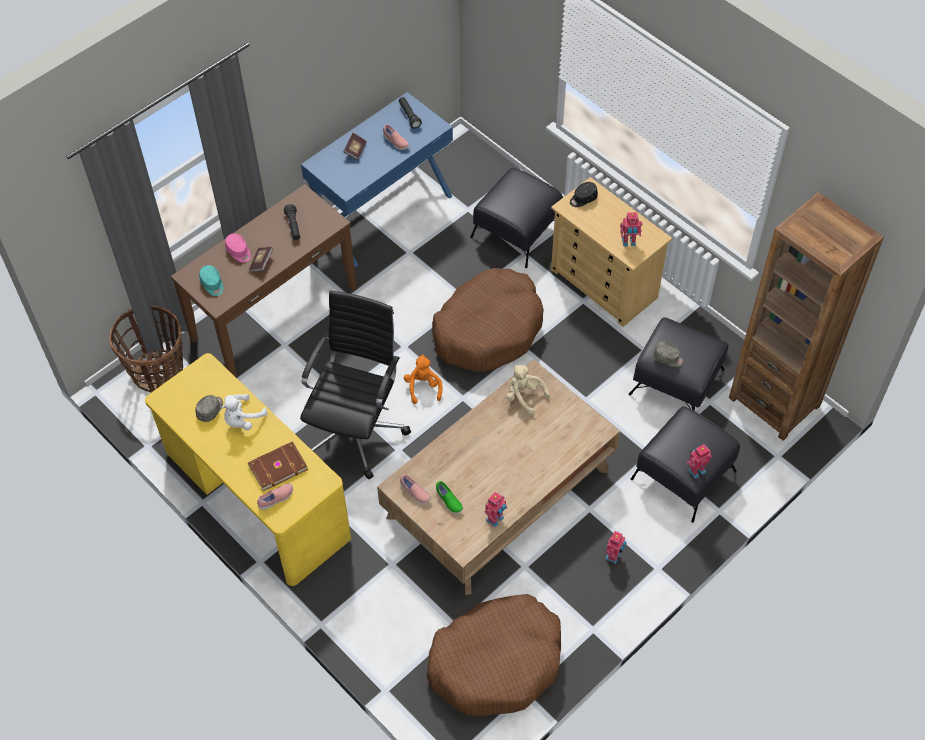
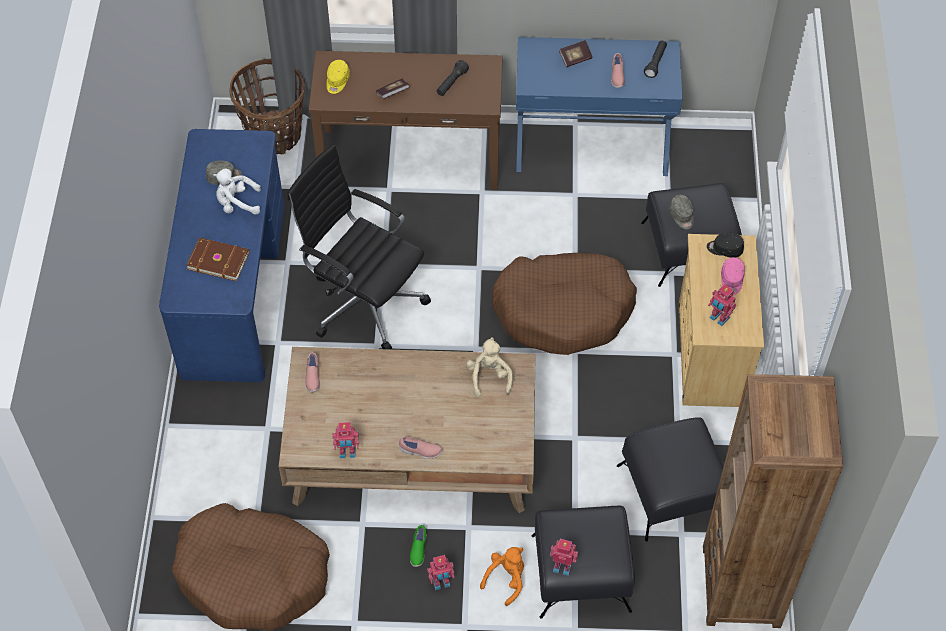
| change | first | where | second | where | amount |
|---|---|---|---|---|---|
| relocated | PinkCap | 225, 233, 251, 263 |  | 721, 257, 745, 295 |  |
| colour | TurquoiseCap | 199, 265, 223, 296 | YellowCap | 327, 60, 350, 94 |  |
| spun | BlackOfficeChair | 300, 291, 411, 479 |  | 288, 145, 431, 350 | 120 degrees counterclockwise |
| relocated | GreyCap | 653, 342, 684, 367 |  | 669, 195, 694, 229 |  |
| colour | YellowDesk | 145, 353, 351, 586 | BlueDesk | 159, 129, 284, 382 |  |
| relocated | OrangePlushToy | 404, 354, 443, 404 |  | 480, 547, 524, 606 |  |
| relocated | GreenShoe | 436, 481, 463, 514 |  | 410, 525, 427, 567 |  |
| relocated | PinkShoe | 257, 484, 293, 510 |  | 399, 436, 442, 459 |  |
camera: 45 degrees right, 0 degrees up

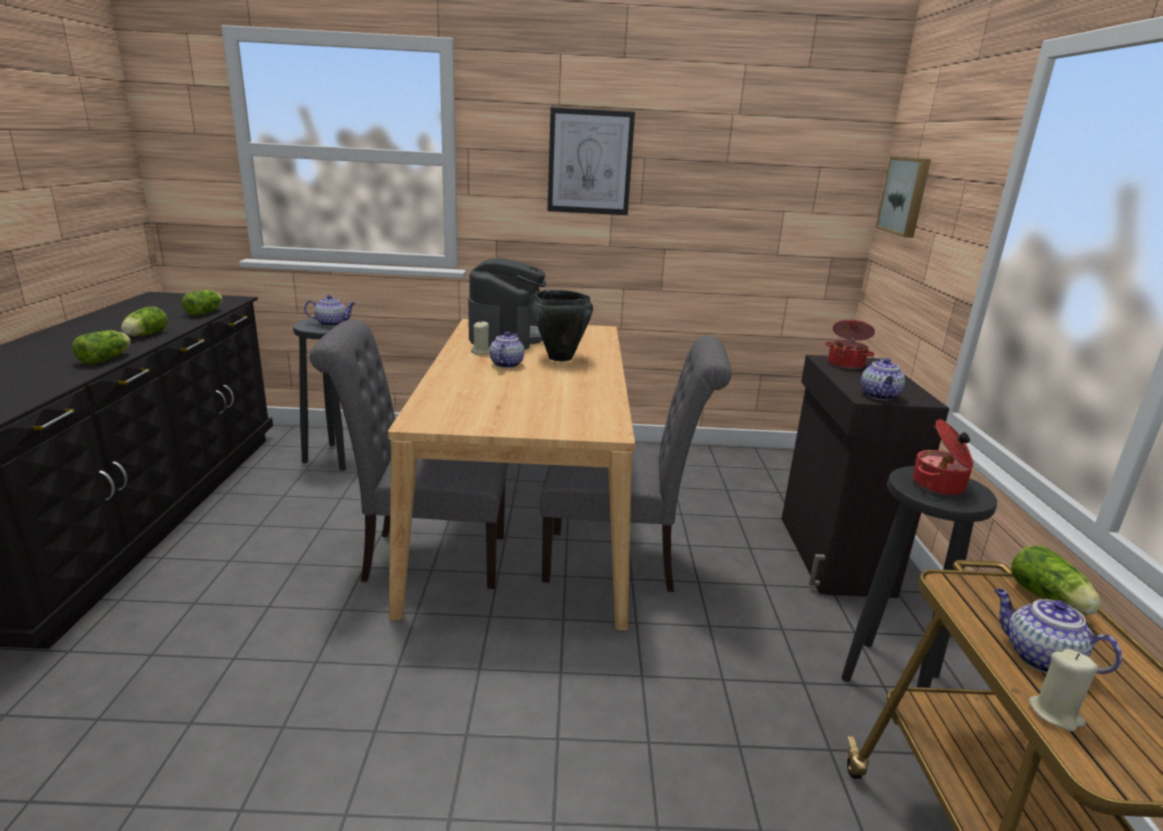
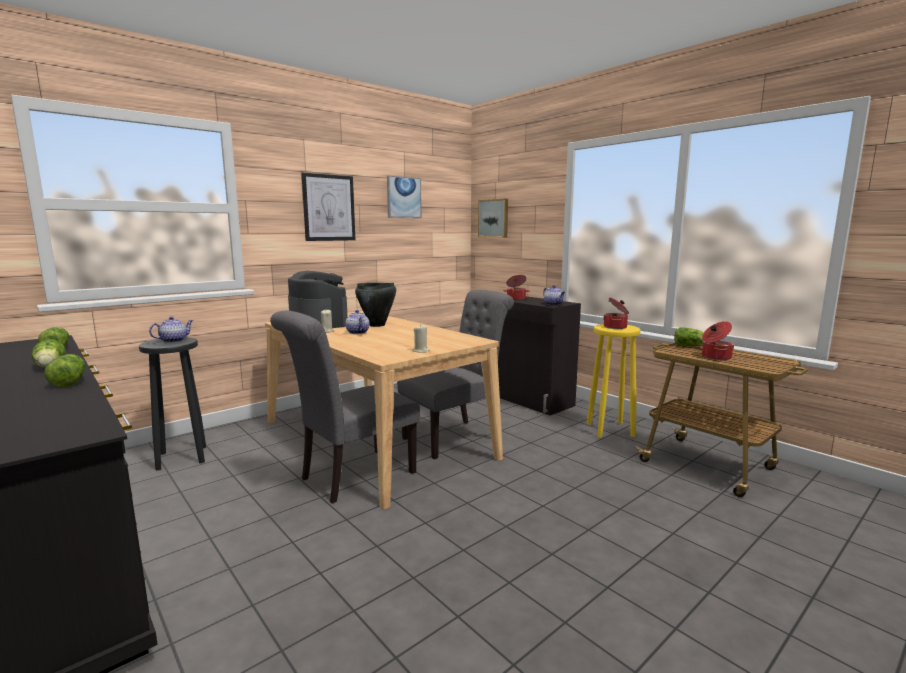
| change | first | where | second | where | amount |
|---|---|---|---|---|---|
| colour | BlackStool | 841, 466, 997, 706 | YellowStool | 587, 324, 640, 438 |  |
| exchanged | Teapot | 994, 589, 1122, 674 | CookingPot | 702, 321, 734, 360 |  |
| relocated | BeigeCandle | 1029, 649, 1098, 732 |  | 413, 324, 430, 353 |  |
| appeared |  |  | Picture | 387, 176, 422, 218 |  |
camera: 40 degrees left, 10 degrees down

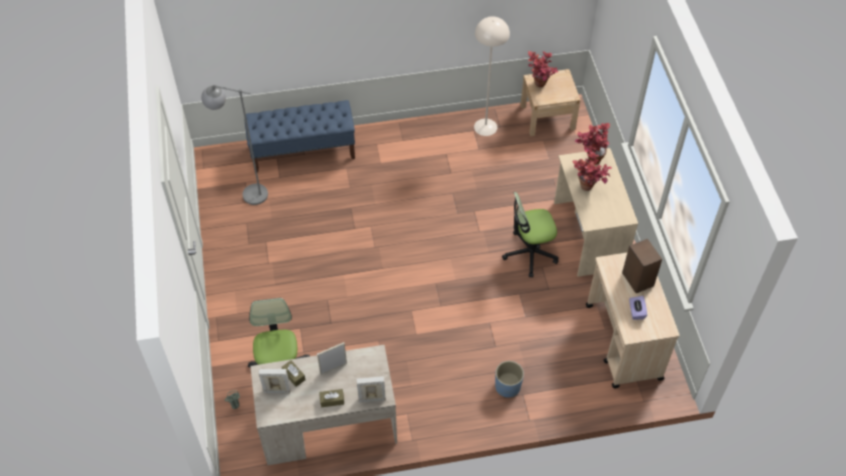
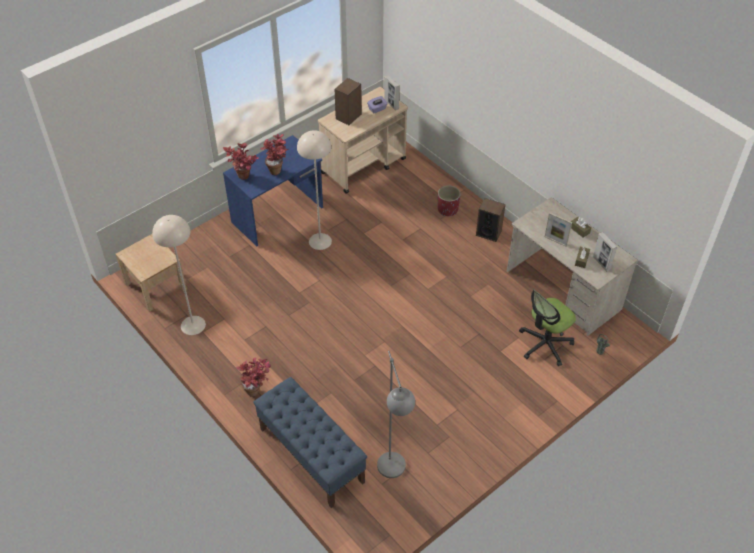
| change | first | where | second | where | amount |
|---|---|---|---|---|---|
| relocated | PottedPlant | 528, 51, 558, 87 |  | 236, 358, 271, 397 |  |
| colour | BeigeDesk | 554, 148, 638, 277 | BlueDesk | 223, 135, 323, 246 |  |
| exchanged | OfficeChair | 502, 192, 559, 278 | BeigeFloorLamp | 297, 130, 332, 250 |  |
| colour | BluePlanter | 495, 361, 524, 398 | RedPlanter | 438, 185, 461, 216 |  |
| relocated | PictureFrame | 357, 376, 386, 403 |  | 384, 75, 400, 110 |  |
| appeared |  |  | Speaker | 476, 198, 506, 242 |  |
camera: 120 degrees left, 5 degrees down

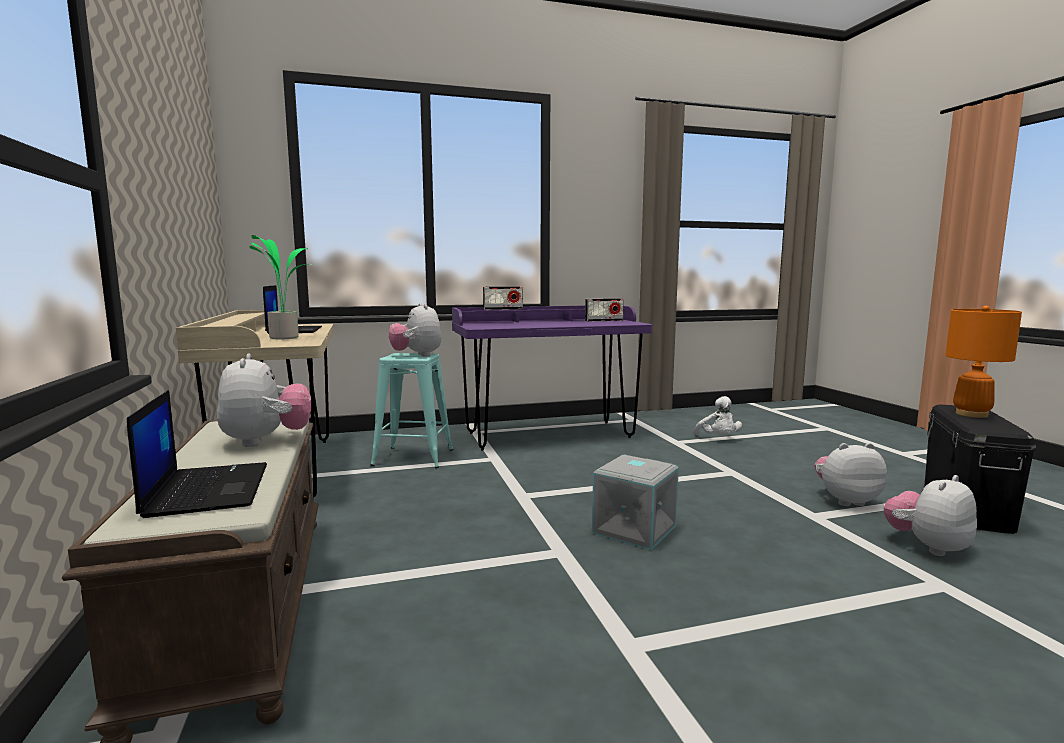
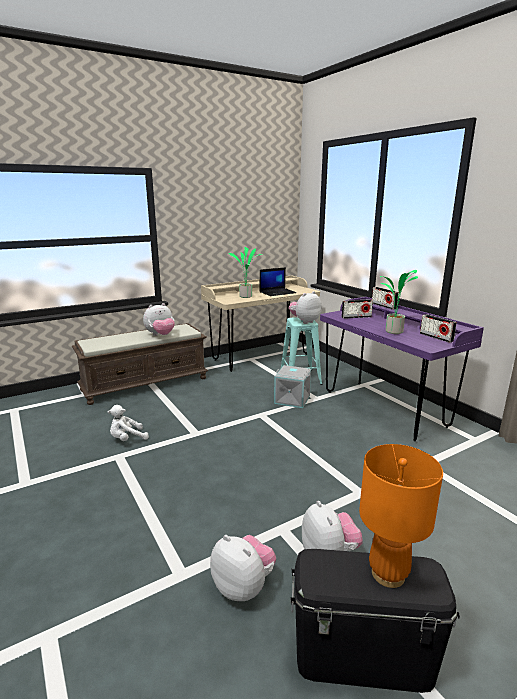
| change | first | where | second | where | amount |
|---|---|---|---|---|---|
| missing | Laptop | 127, 390, 267, 518 |  |  |  |
| relocated | WhitePlushToy | 694, 396, 742, 435 |  | 108, 405, 149, 441 |  |
| relocated | GreyStorageBox | 592, 455, 679, 550 |  | 274, 365, 311, 408 |  |
| appeared |  |  | PottedPlant | 380, 270, 418, 334 |  |
| appeared |  |  | Radio | 342, 299, 373, 319 |  |
camera: 75 degrees right, 10 degrees up

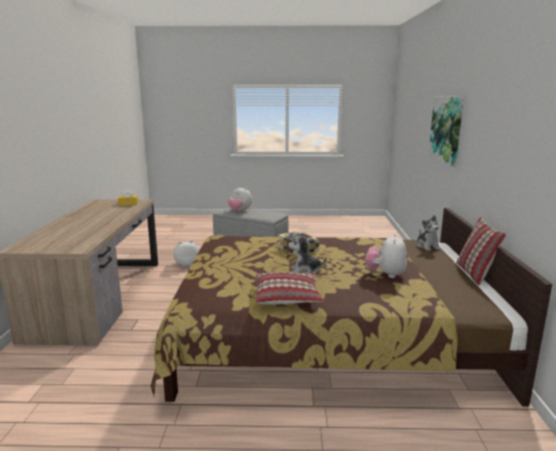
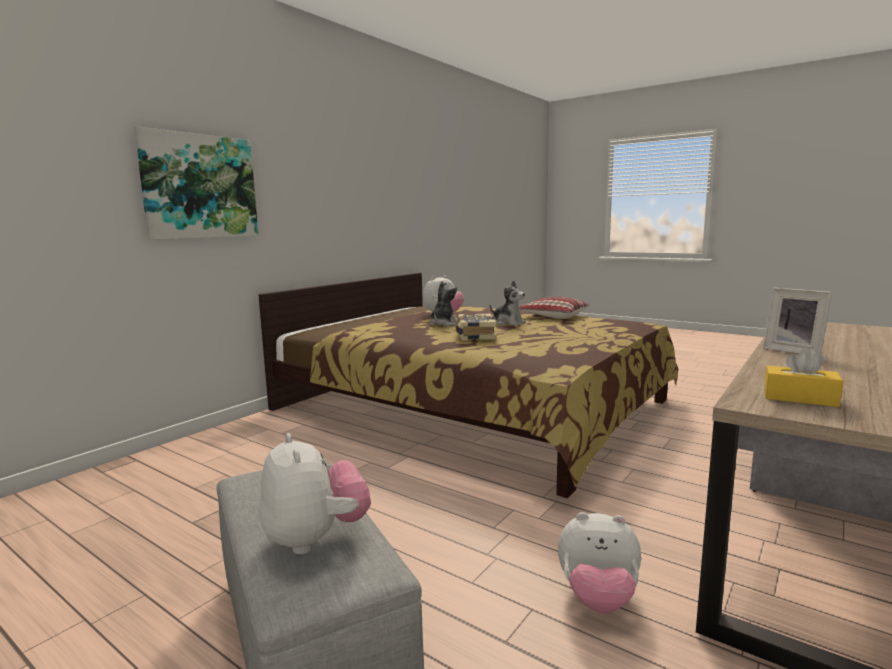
| change | first | where | second | where | amount |
|---|---|---|---|---|---|
| relocated | PlushToy | 416, 215, 441, 251 |  | 430, 281, 457, 326 |  |
| missing | Pillow | 456, 217, 506, 285 |  |  |  |
| appeared |  |  | PictureFrame | 763, 288, 832, 354 |  |
camera: 145 degrees left, 5 degrees down

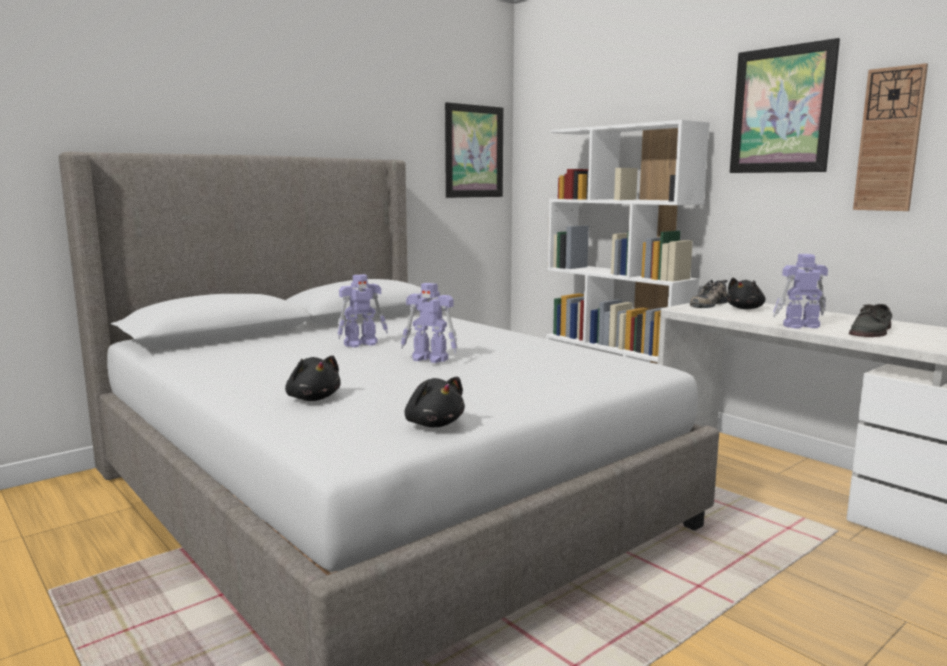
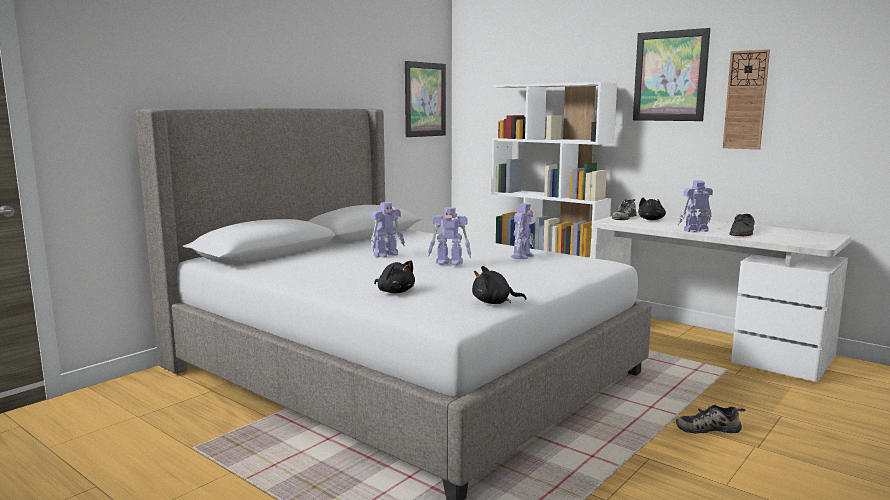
| change | first | where | second | where | amount |
|---|---|---|---|---|---|
| spun | BlackPlushToy | 405, 377, 465, 427 |  | 472, 266, 526, 304 | 135 degrees clockwise |
| appeared |  |  | ToyRobot | 511, 203, 534, 259 |  |
| appeared |  |  | Shoe | 676, 404, 745, 433 |  |
camera: 10 degrees left, 0 degrees up

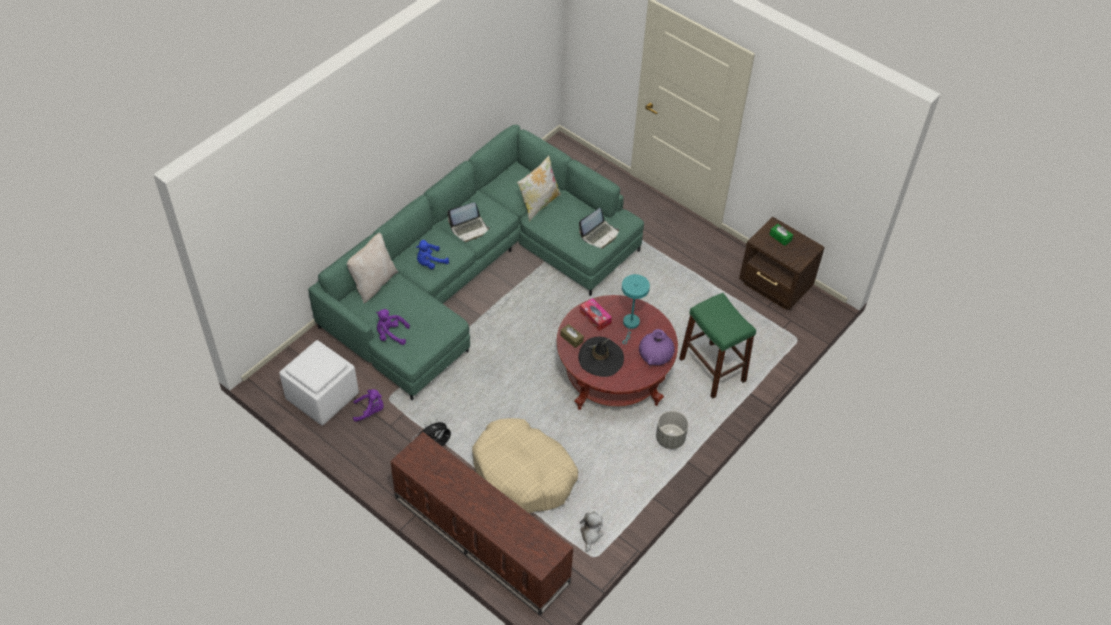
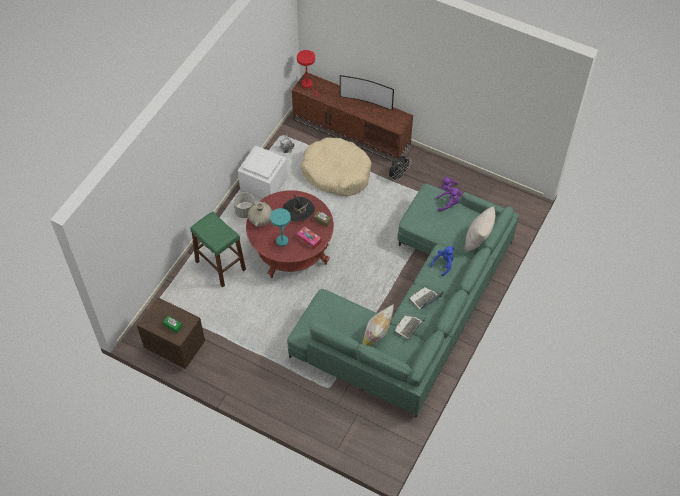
| change | first | where | second | where | amount |
|---|---|---|---|---|---|
| relocated | Laptop | 579, 208, 619, 249 |  | 395, 315, 426, 339 |  |
| colour | PurpleVase | 639, 329, 675, 365 | BeigeVase | 248, 202, 273, 227 |  |
| relocated | WhiteOttoman | 279, 340, 359, 425 |  | 238, 146, 288, 198 |  |
| appeared |  |  | RedTableLamp | 297, 50, 319, 96 |  |
| appeared |  |  | Television | 340, 75, 394, 111 |  |
camera: 170 degrees right, 5 degrees up

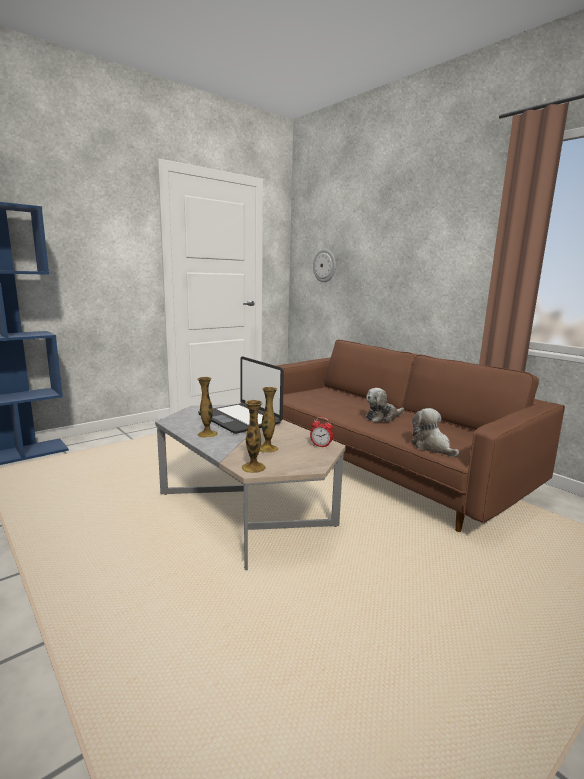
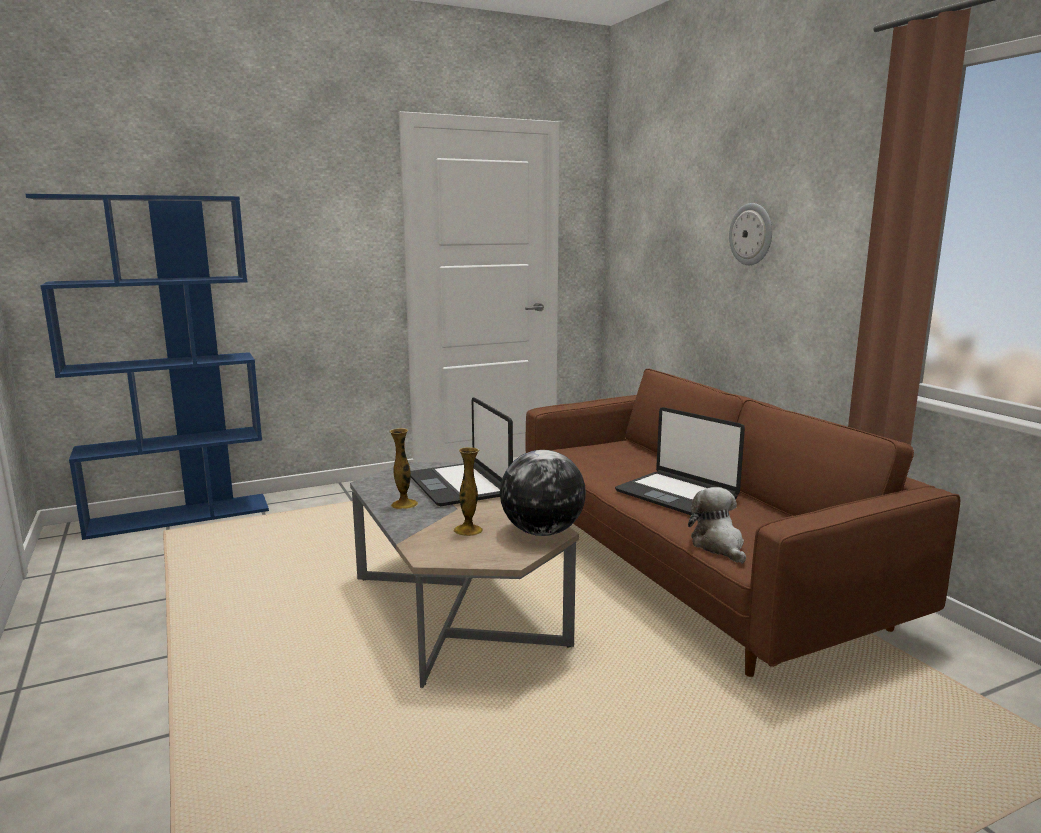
| change | first | where | second | where | amount |
|---|---|---|---|---|---|
| relocated | WallClock | 313, 249, 336, 282 |  | 729, 203, 772, 265 |  |
| exchanged | PlushToy | 366, 388, 404, 422 | Laptop | 615, 407, 745, 515 |  |
| missing | Vase | 242, 400, 266, 473 |  |  |  |
| exchanged | AlarmClock | 310, 417, 333, 448 | Globe | 500, 450, 586, 536 |  |
camera: 15 degrees right, 0 degrees up

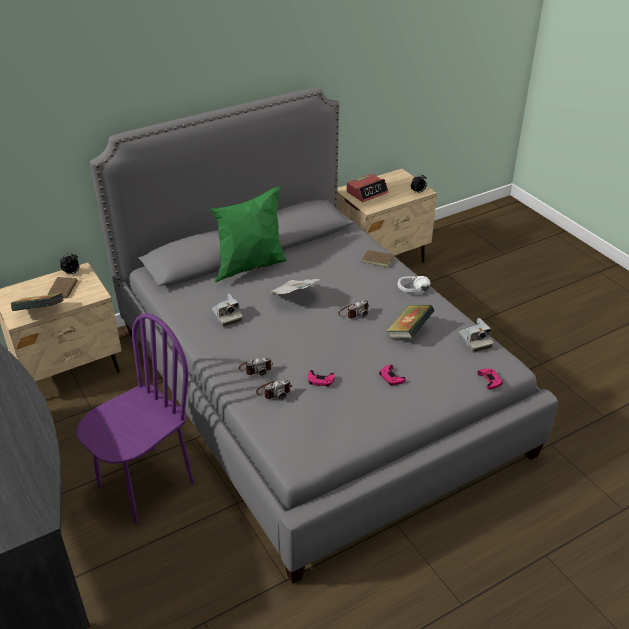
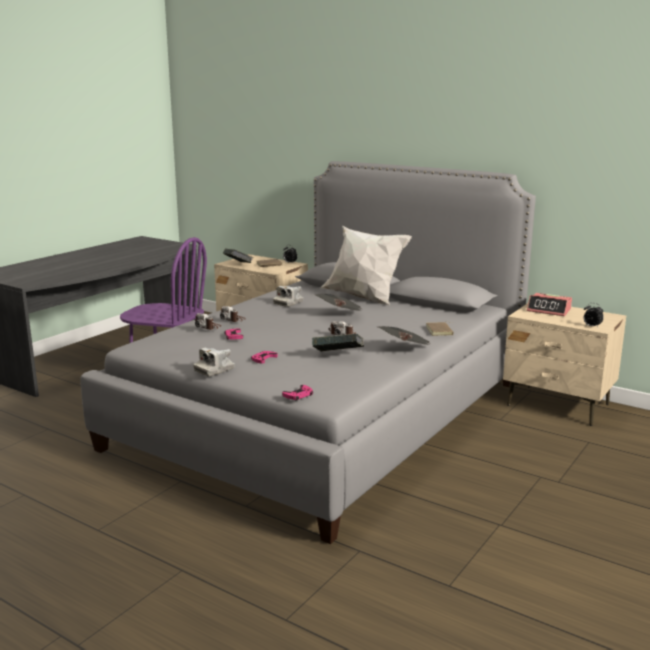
| change | first | where | second | where | amount |
|---|---|---|---|---|---|
| colour | GreenPillow | 210, 186, 287, 282 | WhitePillow | 320, 225, 412, 306 |  |
| exchanged | WhiteHeadphones | 397, 276, 430, 293 | Newspaper | 378, 326, 430, 345 |  |
| relocated | PhotoCamera | 459, 318, 493, 353 |  | 193, 348, 235, 376 |  |
camera: 65 degrees right, 20 degrees down

